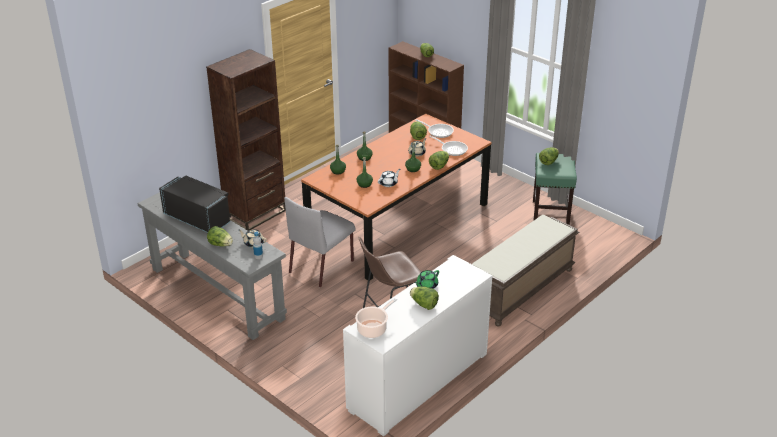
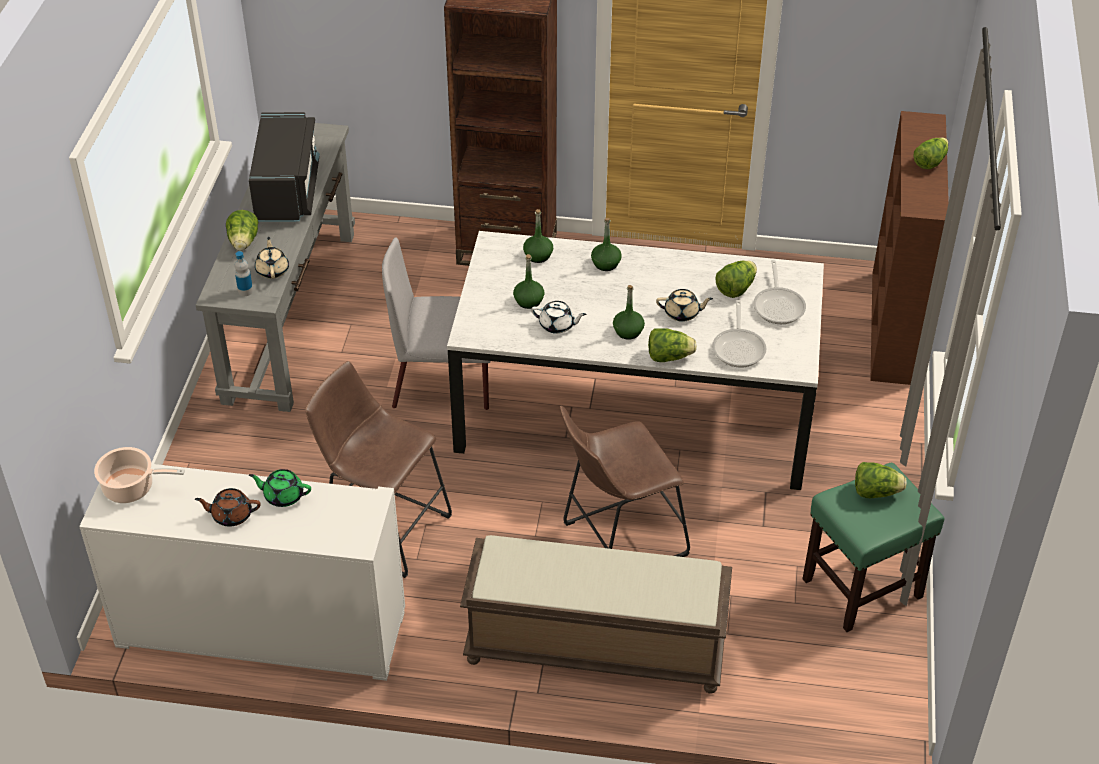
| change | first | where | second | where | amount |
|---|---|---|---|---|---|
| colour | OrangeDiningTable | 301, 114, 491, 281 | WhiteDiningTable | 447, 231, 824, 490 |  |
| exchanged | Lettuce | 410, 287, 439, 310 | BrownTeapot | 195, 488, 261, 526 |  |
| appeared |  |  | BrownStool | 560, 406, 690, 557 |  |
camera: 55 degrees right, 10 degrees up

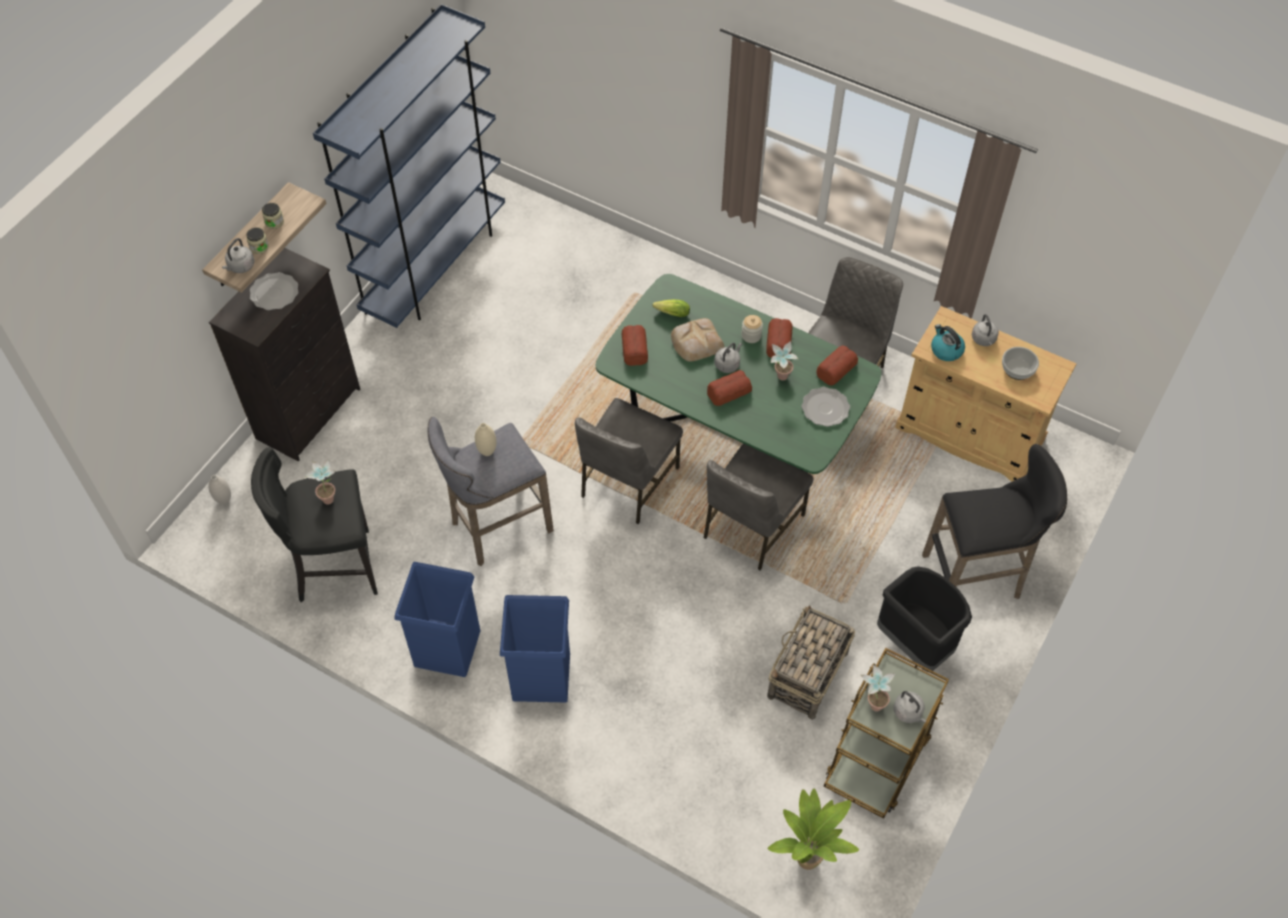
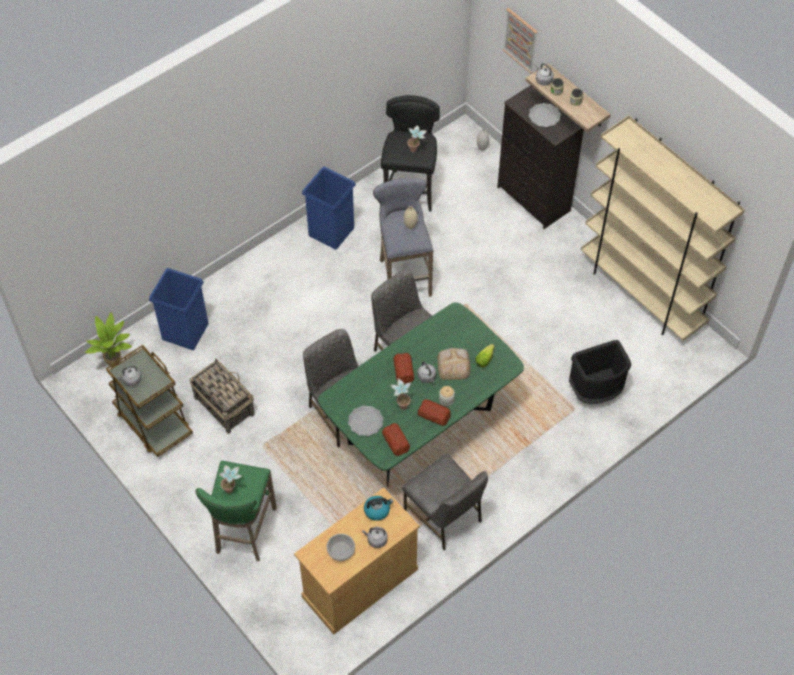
| change | first | where | second | where | amount |
|---|---|---|---|---|---|
| colour | BlueBookcase | 313, 4, 505, 328 | BeigeBookcase | 581, 116, 745, 341 |  |
| missing | Bread | 622, 325, 648, 366 |  |  |  |
| colour | BlackStool | 922, 444, 1067, 599 | GreenStool | 196, 461, 277, 561 |  |
| relocated | BlackTrashCan | 877, 566, 972, 672 |  | 569, 340, 631, 404 |  |
| relocated | BlueTrashCan | 500, 595, 570, 702 |  | 149, 268, 209, 350 |  |
| relocated | PottedPlant | 861, 665, 895, 712 |  | 219, 465, 242, 493 |  |
| appeared |  |  | Picture | 503, 8, 538, 74 |  |
camera: 110 degrees right, 0 degrees up

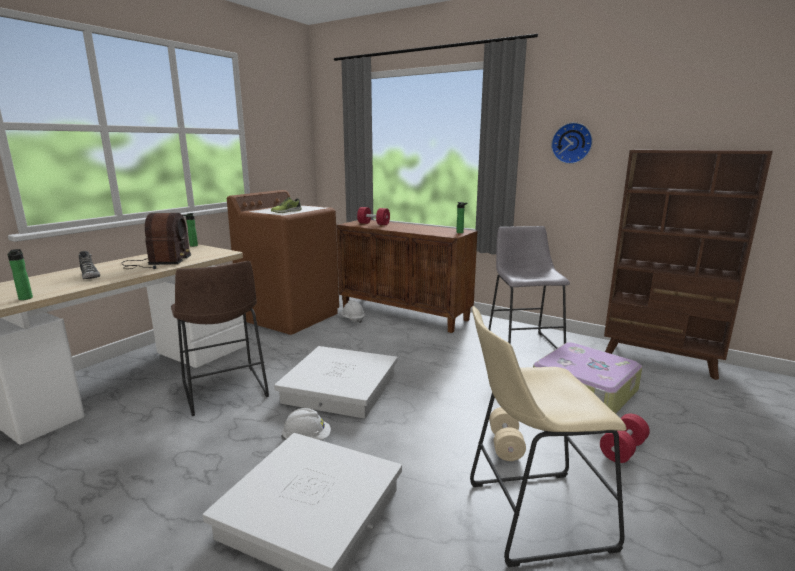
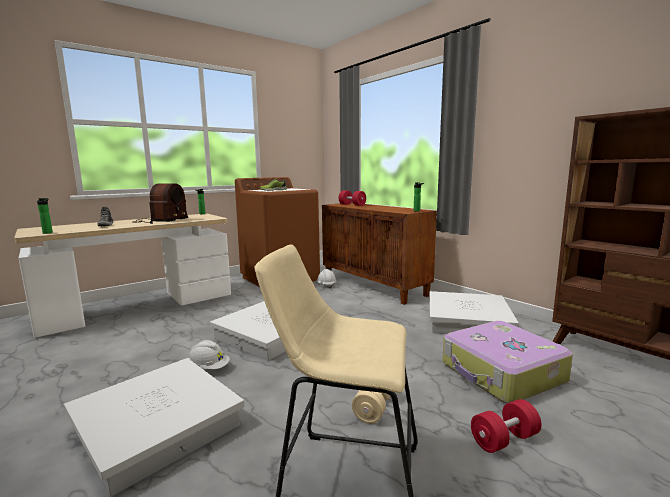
| change | first | where | second | where | amount |
|---|---|---|---|---|---|
| missing | WallClock | 551, 122, 593, 164 |  |  |  |
| exchanged | GreyStool | 489, 226, 570, 349 | WhiteStorageBox | 429, 291, 519, 334 |  |
| missing | BrownStool | 171, 261, 269, 416 |  |  |  |
camera: 20 degrees right, 5 degrees down

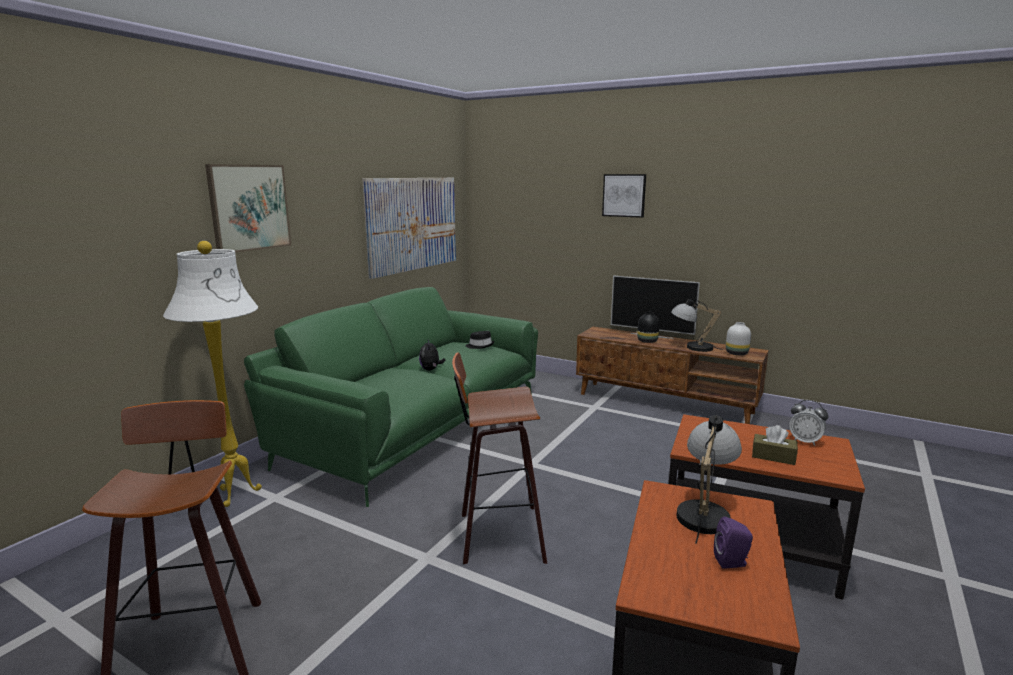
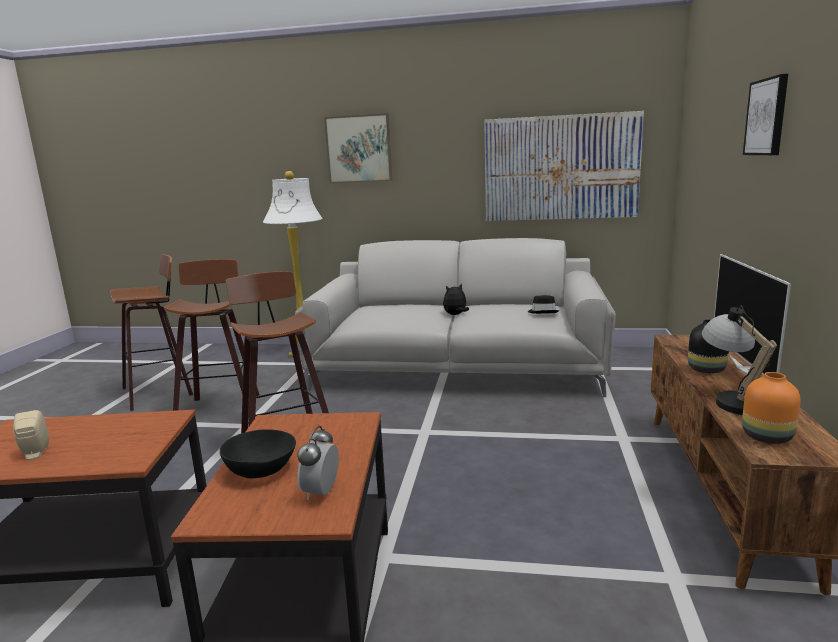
| change | first | where | second | where | amount |
|---|---|---|---|---|---|
| colour | GreenSofa | 244, 287, 538, 507 | GreySofa | 295, 238, 616, 397 |  |
| colour | WhiteVase | 726, 322, 751, 355 | OrangeVase | 742, 372, 801, 444 |  |
| missing | TableLamp | 677, 415, 742, 544 |  |  |  |
| exchanged | BrownTissueBox | 752, 425, 798, 465 | BlackBowl | 220, 429, 296, 478 |  |
| colour | PurpleSpeaker | 714, 517, 753, 569 | BeigeSpeaker | 13, 410, 49, 460 |  |
| appeared |  |  | Stool | 164, 259, 260, 411 |  |
camera: 70 degrees right, 0 degrees up

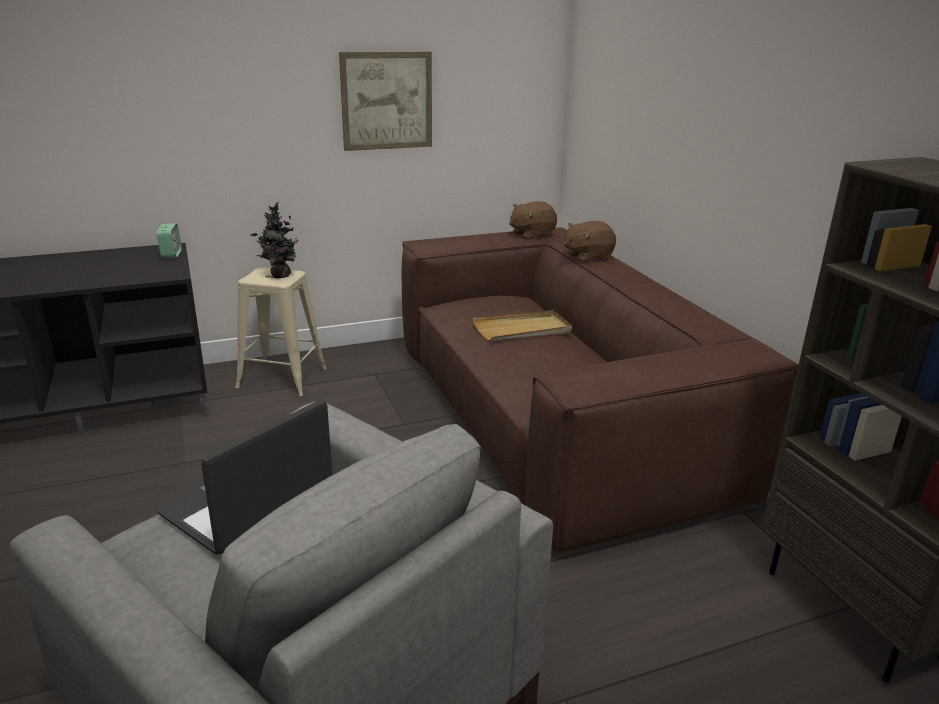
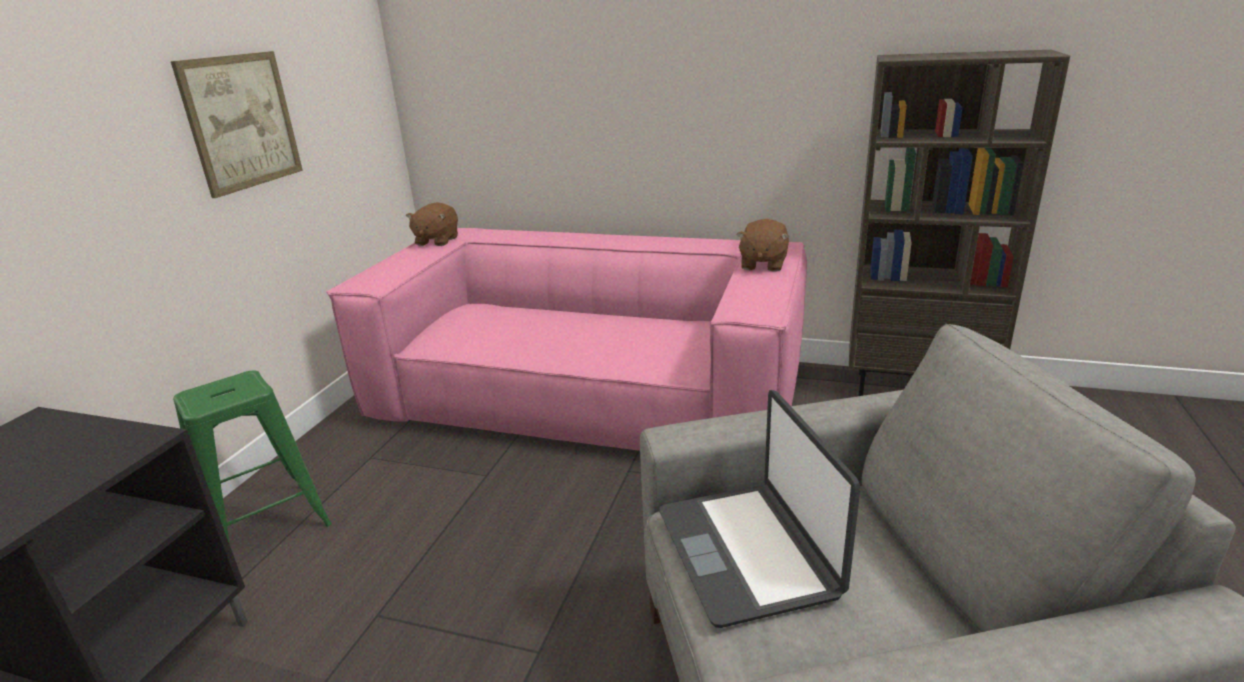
| change | first | where | second | where | amount |
|---|---|---|---|---|---|
| missing | PottedPlant | 250, 202, 298, 278 |  |  |  |
| relocated | BrownPlushToy | 564, 221, 616, 263 |  | 736, 219, 789, 272 |  |
| missing | AlarmClock | 156, 223, 182, 258 |  |  |  |
| colour | BrownSofa | 402, 227, 798, 554 | PinkSofa | 326, 228, 807, 451 |  |
| colour | BeigeStool | 235, 267, 327, 396 | GreenStool | 173, 371, 332, 542 |  |
| missing | BeigeTray | 473, 310, 572, 340 |  |  |  |
camera: 50 degrees left, 0 degrees up

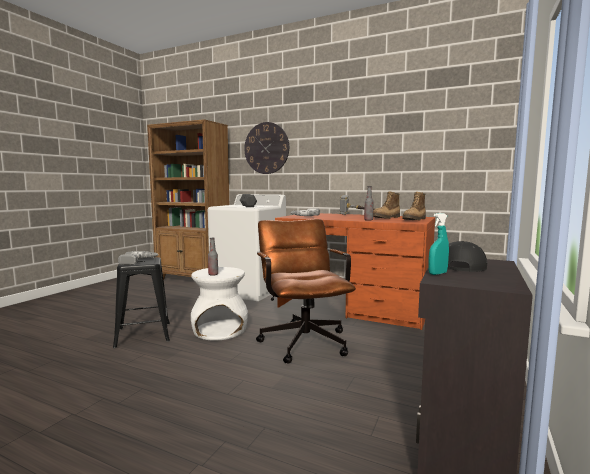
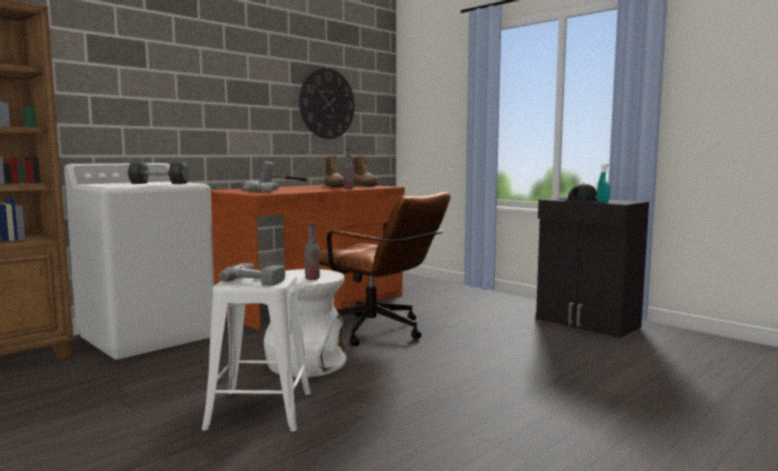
| change | first | where | second | where | amount |
|---|---|---|---|---|---|
| relocated | WallClock | 244, 122, 289, 174 |  | 299, 68, 355, 139 |  |
| spun | BrownOfficeChair | 256, 219, 356, 364 |  | 319, 192, 450, 346 | 150 degrees counterclockwise |
| colour | BlackStool | 113, 257, 170, 348 | WhiteStool | 202, 274, 311, 433 |  |
camera: 70 degrees left, 0 degrees up

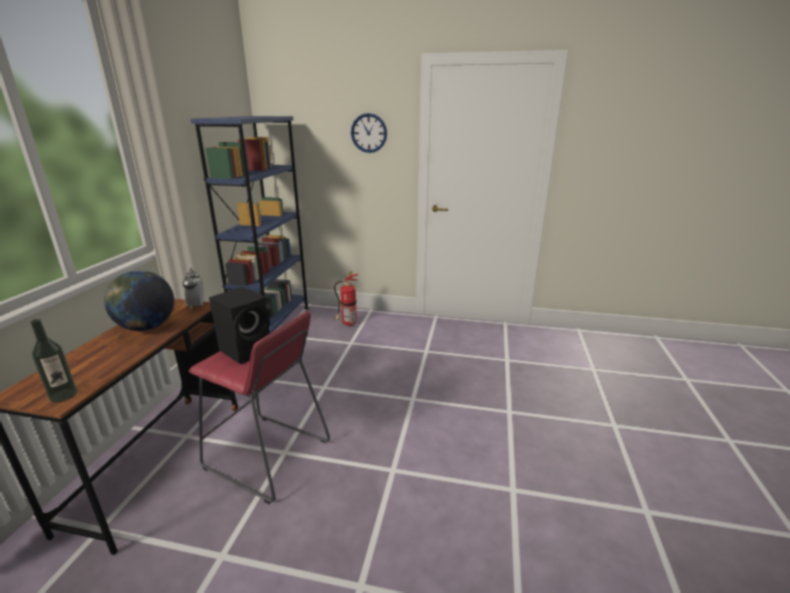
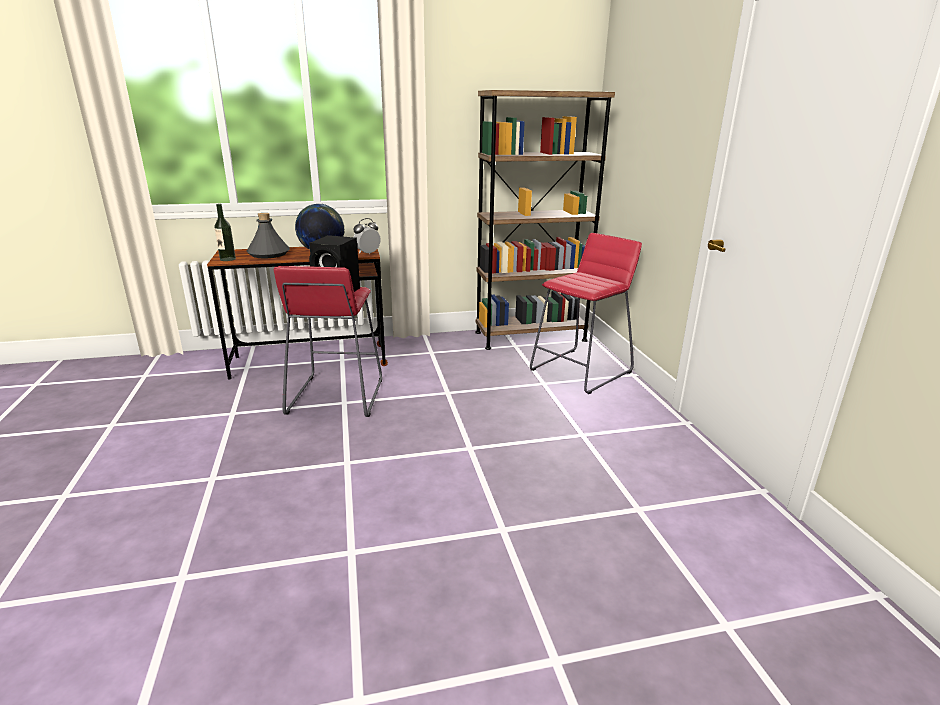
| change | first | where | second | where | amount |
|---|---|---|---|---|---|
| missing | WallClock | 351, 113, 387, 153 |  |  |  |
| colour | BlueBookcase | 191, 116, 309, 334 | BrownBookcase | 475, 90, 615, 350 |  |
| exchanged | FireExtinguisher | 334, 271, 358, 326 | RedStool | 530, 233, 642, 394 |  |
| appeared |  |  | GreyBottle | 247, 213, 290, 258 |  |
camera: 65 degrees right, 0 degrees up

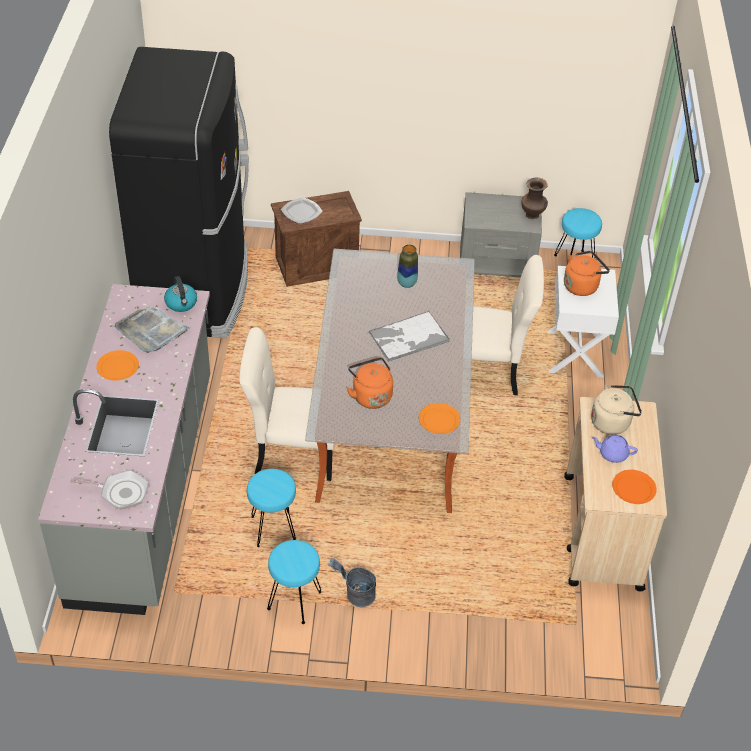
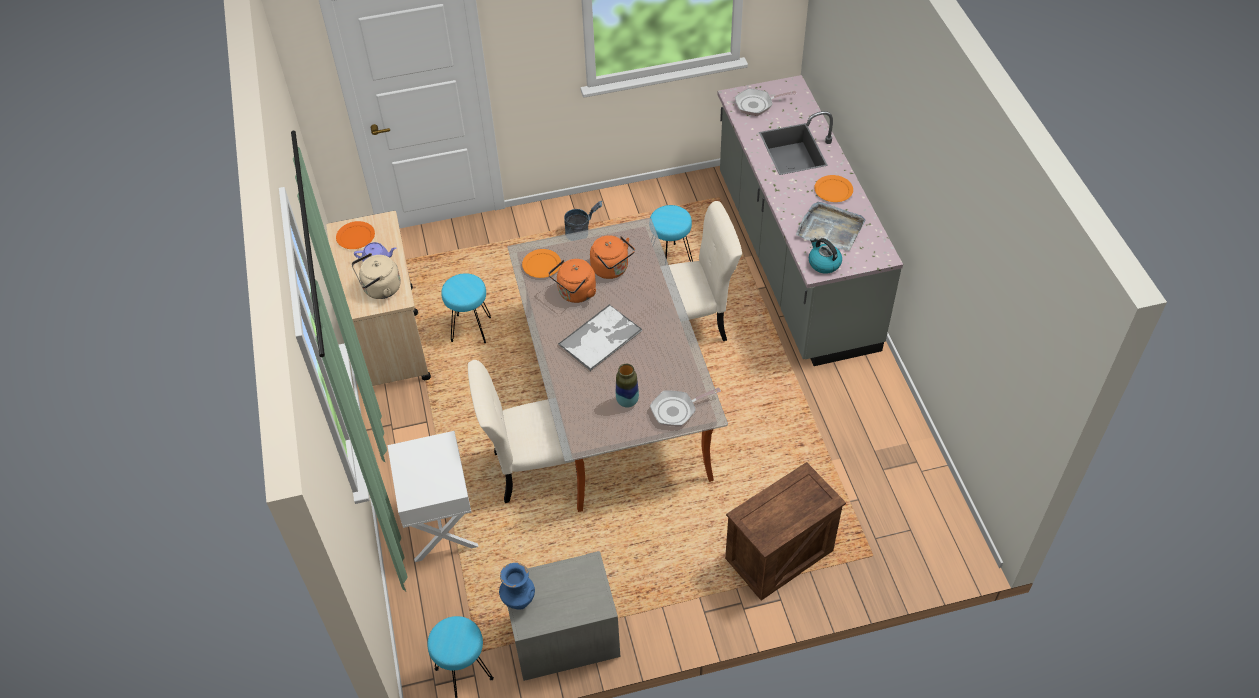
| change | first | where | second | where | amount |
|---|---|---|---|---|---|
| missing | BlackFridge | 109, 47, 249, 338 |  |  |  |
| colour | BrownVase | 521, 178, 548, 219 | BlueVase | 499, 563, 535, 610 |  |
| missing | Plate | 281, 197, 323, 224 |  |  |  |
| relocated | OrangeKettle | 564, 251, 610, 296 |  | 549, 259, 596, 303 |  |
| relocated | TurquoiseStool | 267, 540, 321, 624 |  | 441, 273, 491, 343 |  |
| appeared |  |  | FryingPan | 650, 387, 721, 427 |  |
camera: 165 degrees right, 5 degrees up

